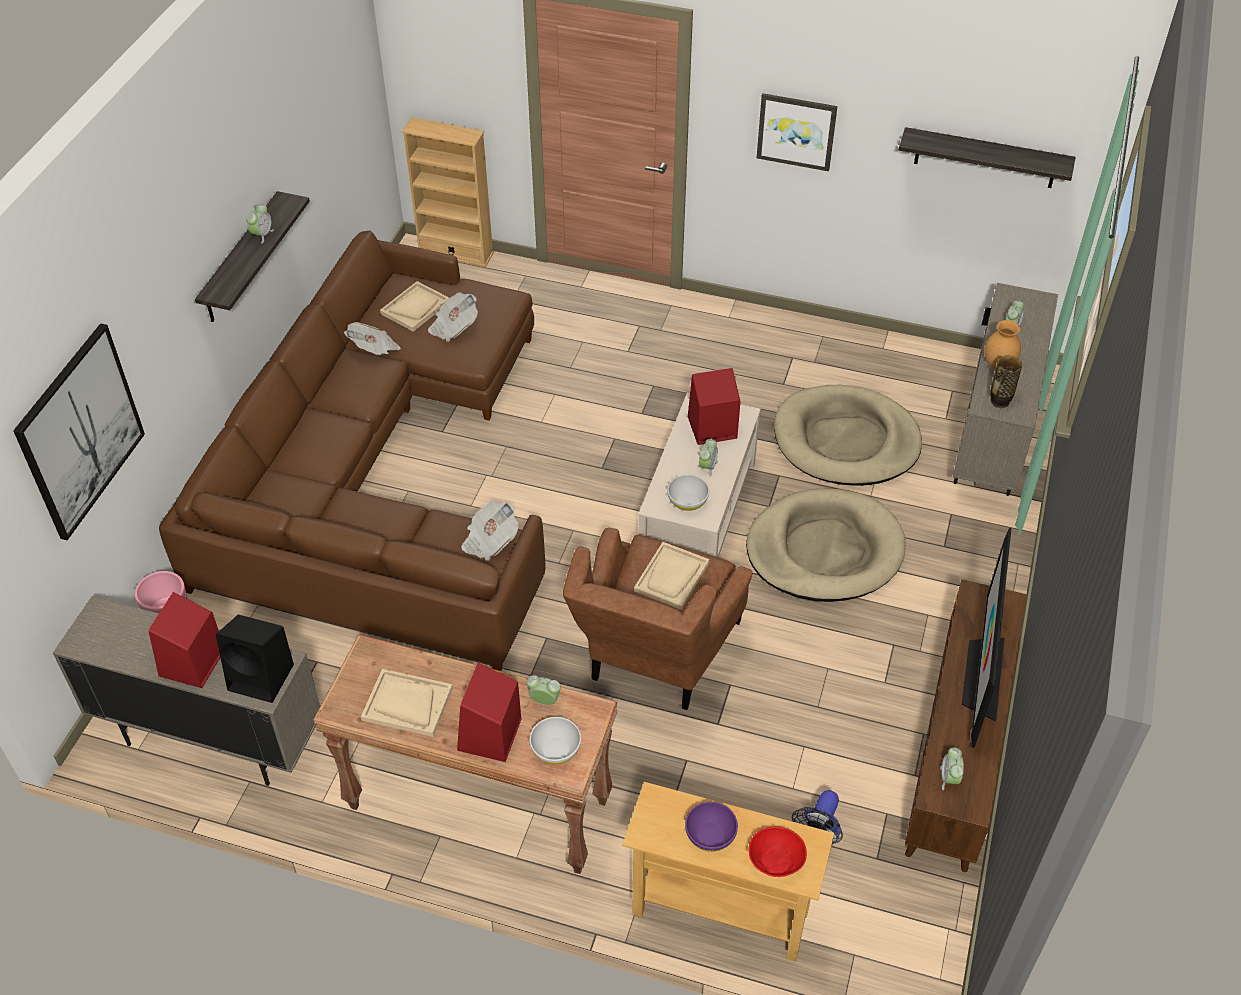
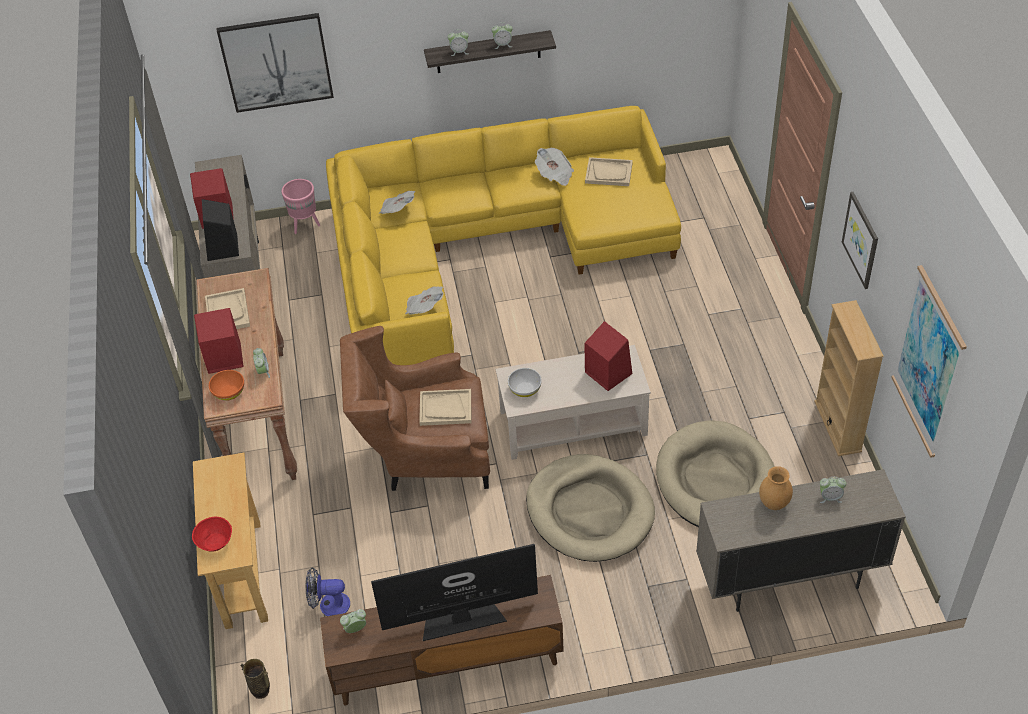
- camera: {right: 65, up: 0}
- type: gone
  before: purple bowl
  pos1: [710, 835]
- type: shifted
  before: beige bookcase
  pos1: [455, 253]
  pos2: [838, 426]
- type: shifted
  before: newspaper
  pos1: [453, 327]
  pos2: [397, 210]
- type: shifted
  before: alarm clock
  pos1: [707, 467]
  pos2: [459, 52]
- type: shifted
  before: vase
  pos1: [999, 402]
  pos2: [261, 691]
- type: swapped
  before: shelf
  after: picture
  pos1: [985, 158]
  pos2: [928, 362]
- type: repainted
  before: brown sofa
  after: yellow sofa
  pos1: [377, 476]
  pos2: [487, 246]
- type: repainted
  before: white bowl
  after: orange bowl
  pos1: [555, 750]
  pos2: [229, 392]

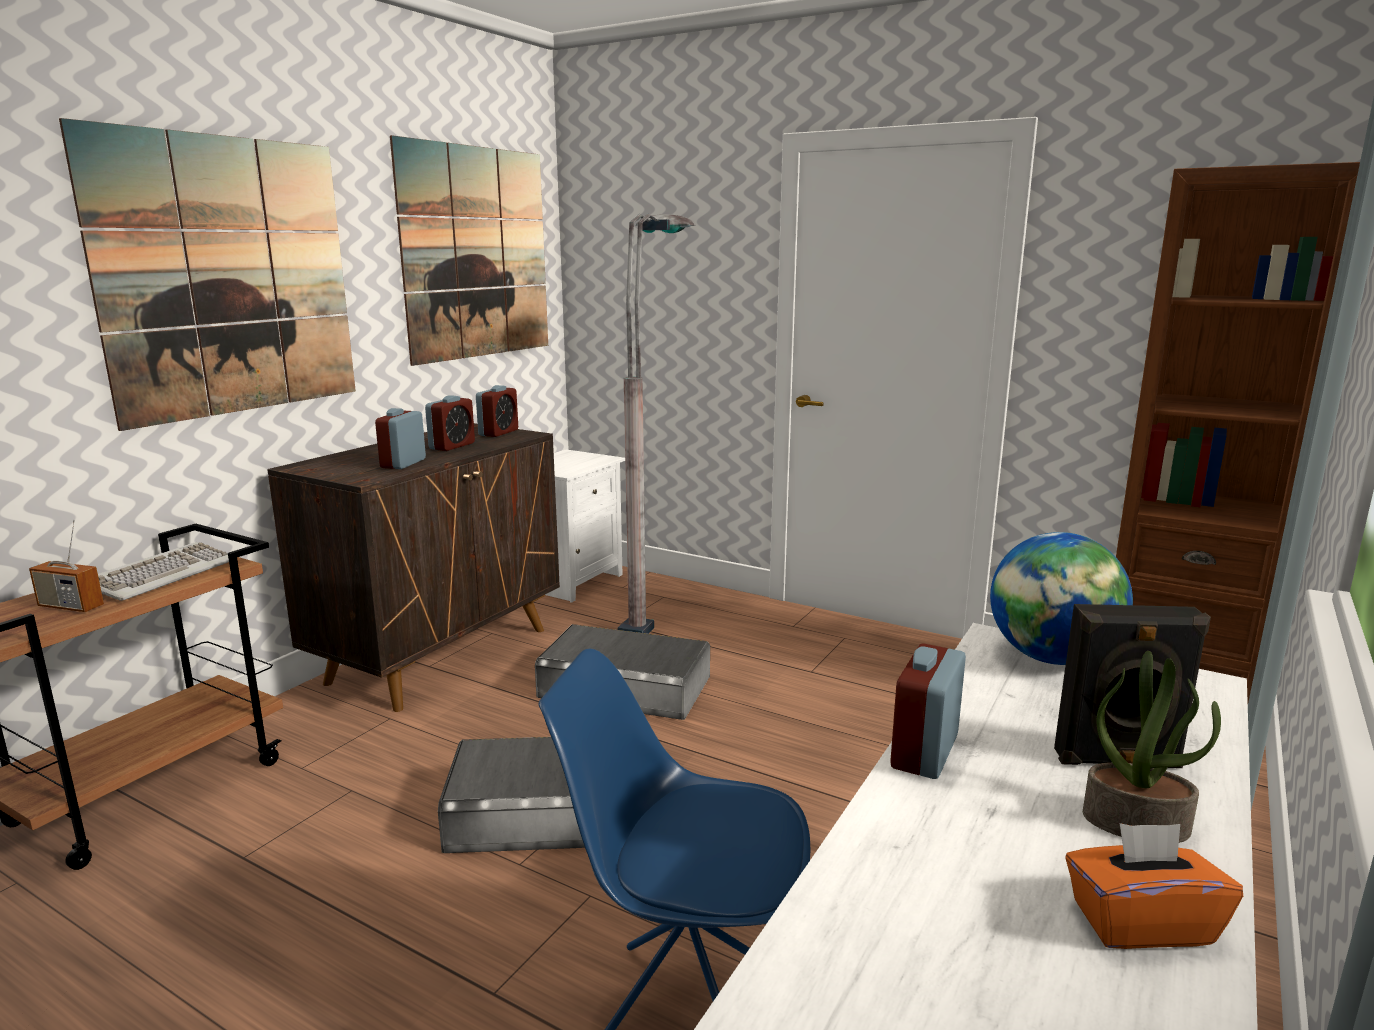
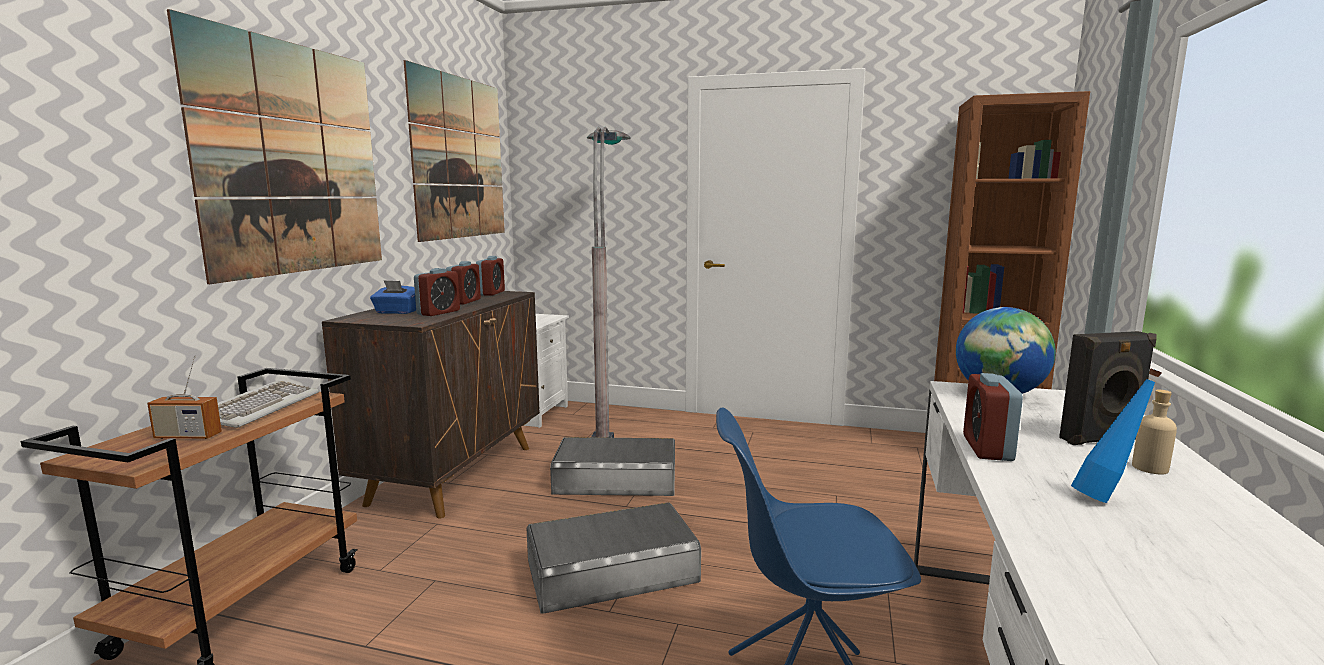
- camera: {right: -15, up: -5}
- type: gone
  before: orange tissue box
  pos1: [1140, 922]
- type: new
  after: blue tissue box
  pos2: [397, 312]
- type: new
  after: blue bottle
  pos2: [1106, 498]
- type: swapped
  before: potted plant
  after: beige bottle
  pos1: [1136, 822]
  pos2: [1150, 468]
- type: rotated
  before: alarm clock
  pos1: [403, 463]
  pos2: [438, 312]
  turn: -150

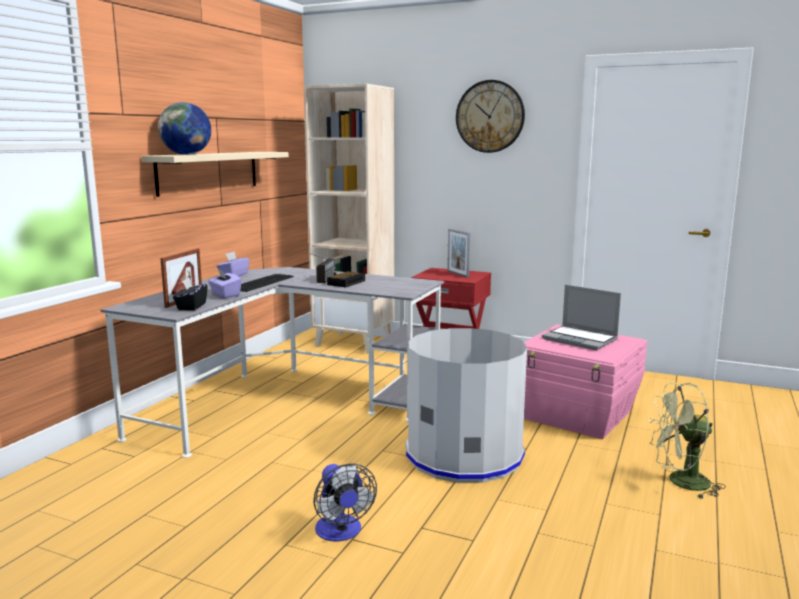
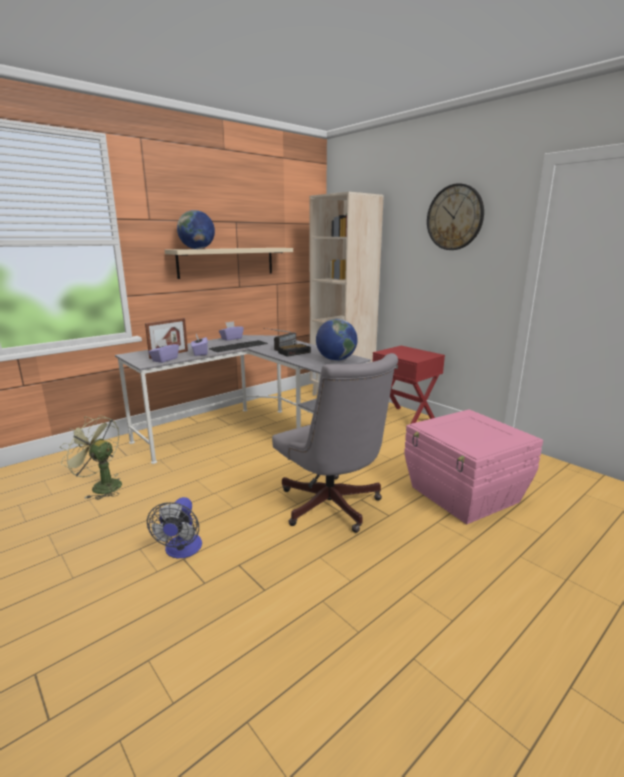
- camera: {right: 25, up: 5}
- type: gone
  before: picture frame
  pos1: [457, 274]
- type: gone
  before: laptop
  pos1: [580, 339]
- type: new
  after: globe
  pos2: [336, 359]
- type: shifted
  before: green fan
  pos1: [681, 483]
  pos2: [101, 486]
- type: swapped
  before: grey trash can
  after: grey office chair
  pos1: [464, 454]
  pos2: [332, 508]
- type: repainted
  before: black tissue box
  after: purple tissue box
  pos1: [191, 307]
  pos2: [164, 359]

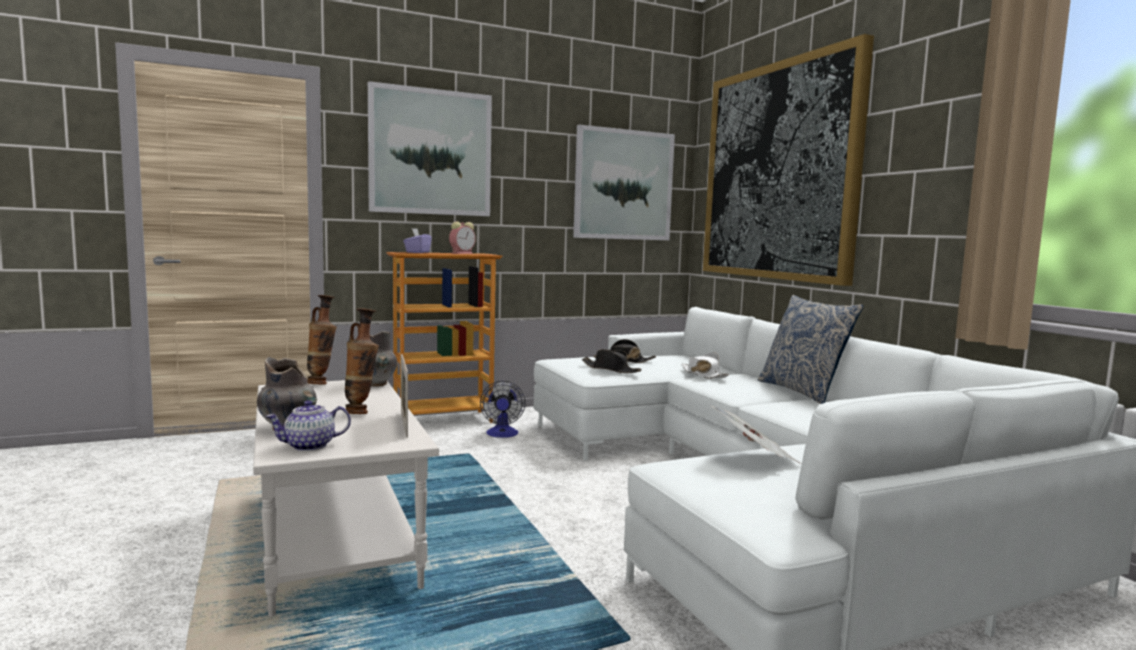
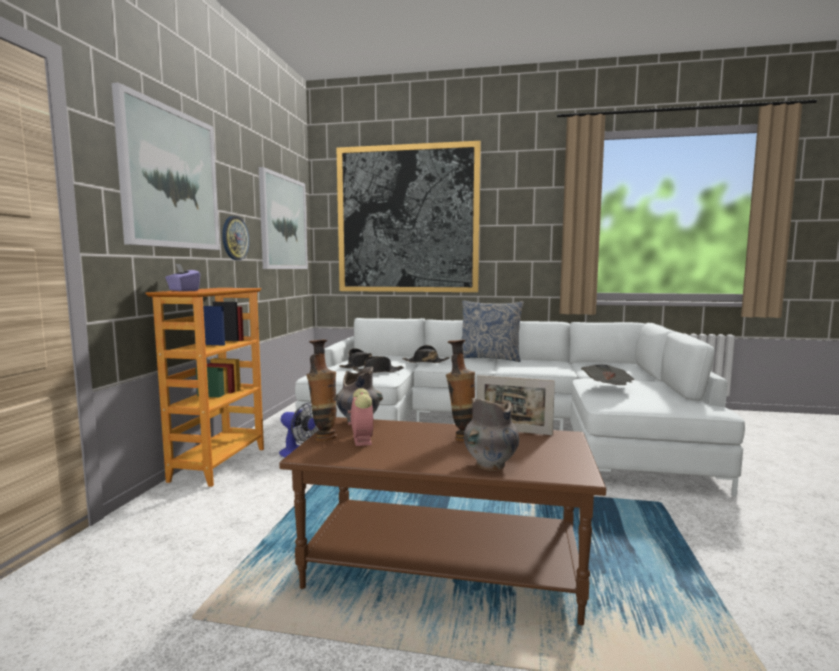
- camera: {right: -55, up: 0}
- type: gone
  before: teapot
  pos1: [309, 446]
- type: new
  after: wall clock
  pos2: [234, 238]
- type: shifted
  before: alarm clock
  pos1: [462, 253]
  pos2: [361, 439]
- type: repainted
  before: white coffee table
  after: brown coffee table
  pos1: [338, 538]
  pos2: [445, 566]
- type: repainted
  before: white hat
  after: black hat
  pos1: [703, 374]
  pos2: [425, 362]

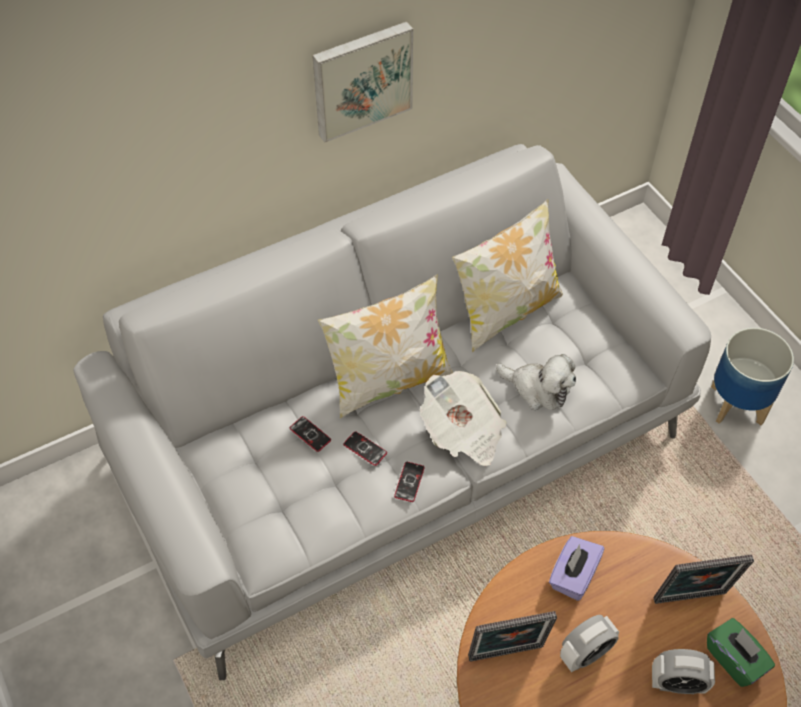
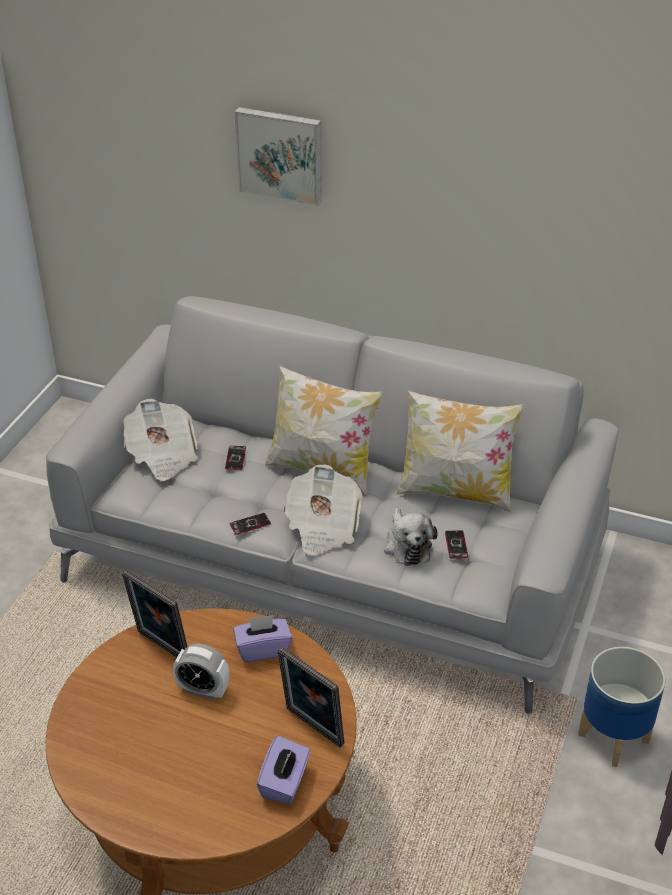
- camera: {right: 50, up: -15}
- type: gone
  before: alarm clock
  pos1: [676, 684]
- type: new
  after: newspaper
  pos2: [162, 455]
- type: shifted
  before: picture
  pos1: [361, 79]
  pos2: [280, 154]
- type: shifted
  before: phone
  pos1: [365, 449]
  pos2: [456, 545]
- type: repainted
  before: green tissue box
  after: purple tissue box
  pos1: [734, 659]
  pos2: [285, 782]

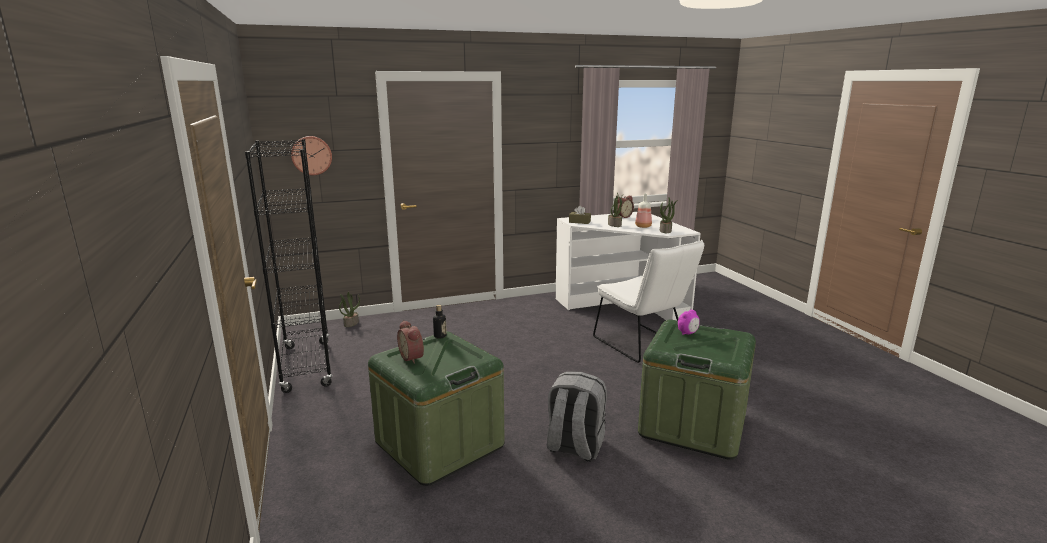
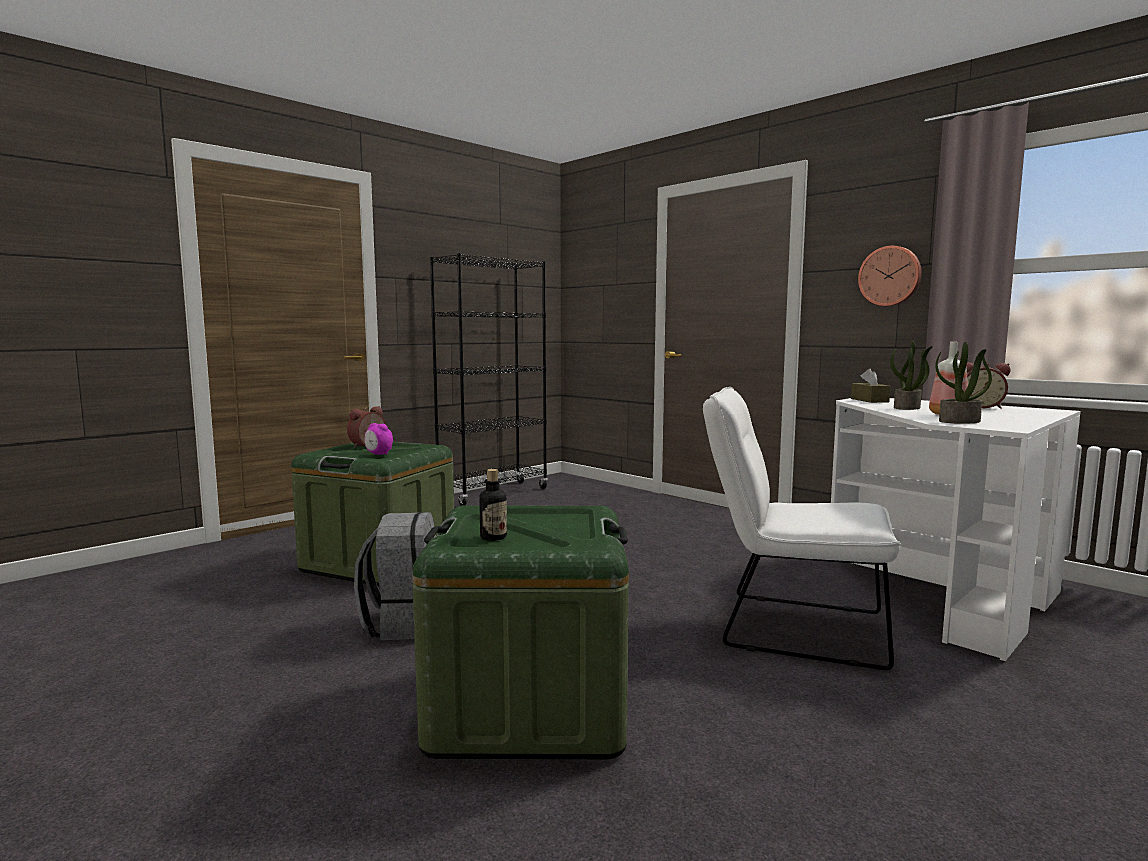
- camera: {right: 65, up: -10}
- type: gone
  before: potted plant
  pos1: [351, 323]
- type: shifted
  before: wall clock
  pos1: [311, 155]
  pos2: [890, 276]
- type: shifted
  before: bottle
  pos1: [440, 336]
  pos2: [493, 537]
- type: shifted
  before: alarm clock
  pos1: [687, 333]
  pos2: [378, 454]
- type: rotated
  before: white chair
  pos1: [643, 345]
  pos2: [790, 627]
  turn: 75

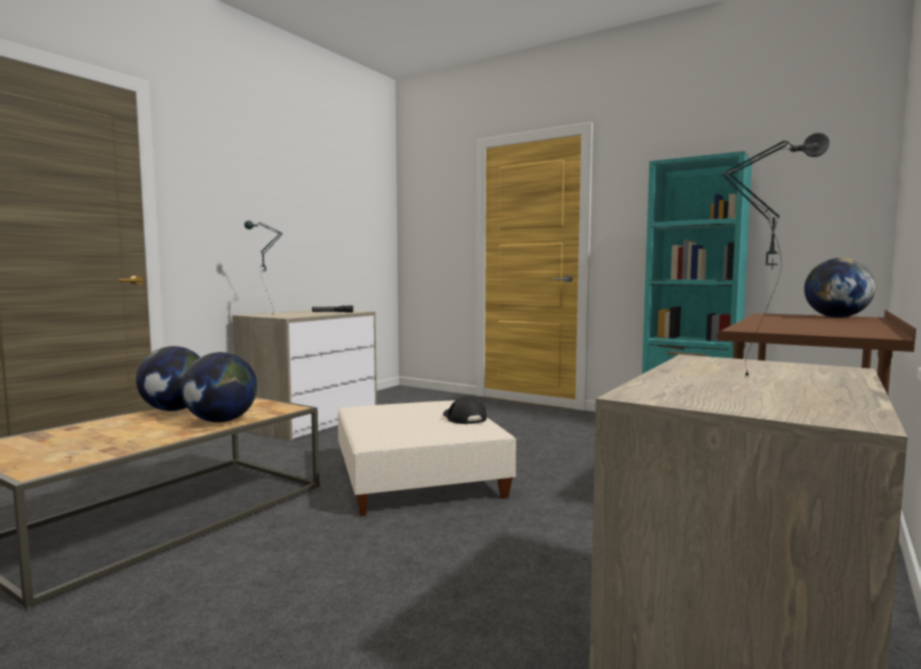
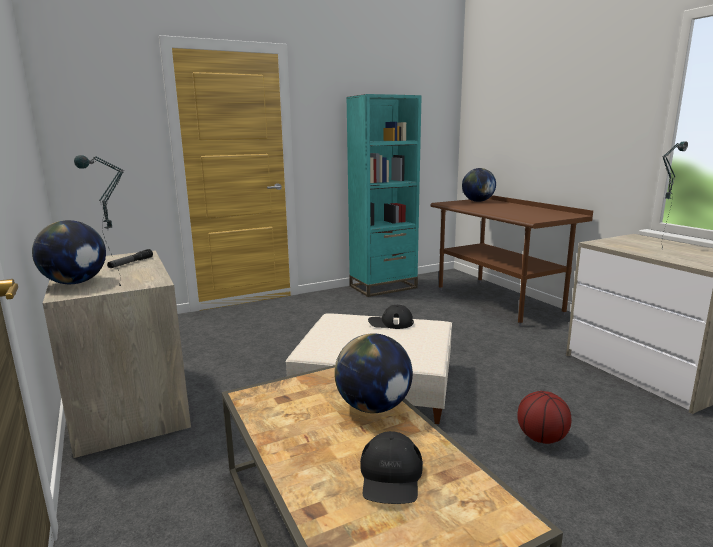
- camera: {right: -60, up: 10}
- type: new
  after: black cap
  pos2: [391, 476]
- type: new
  after: basketball
  pos2: [541, 438]
- type: shifted
  before: globe
  pos1: [175, 410]
  pos2: [75, 282]

